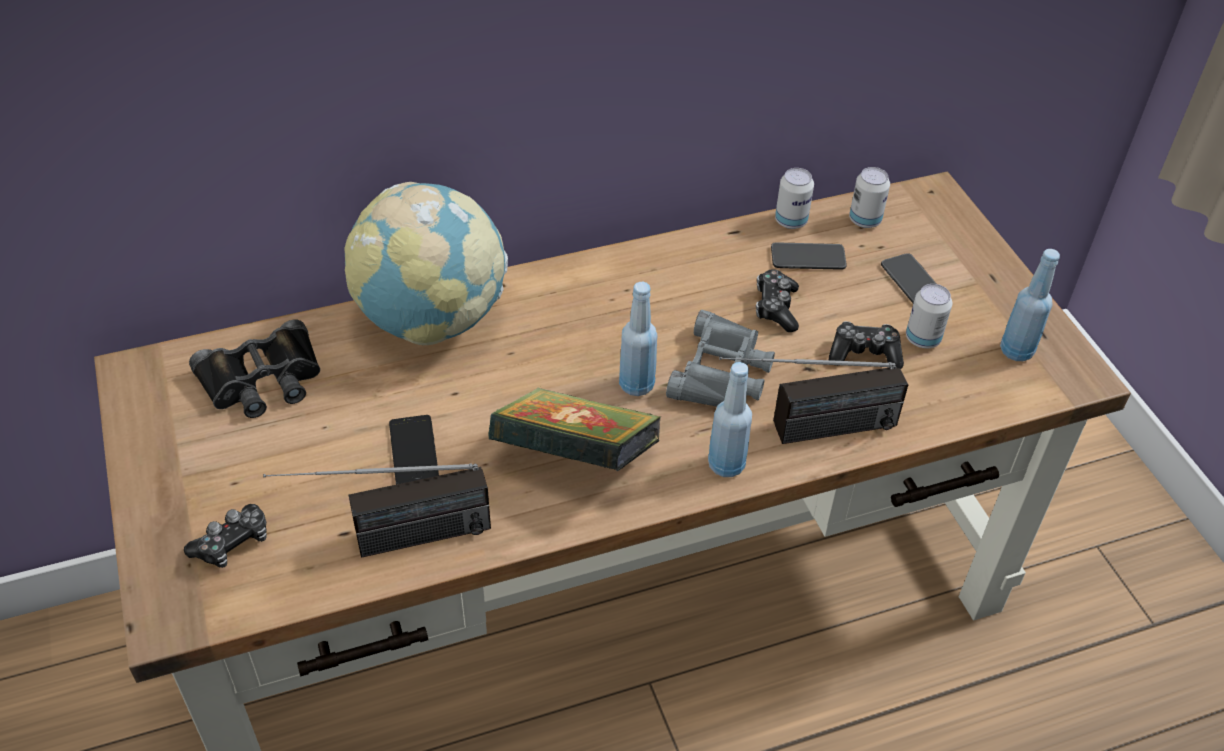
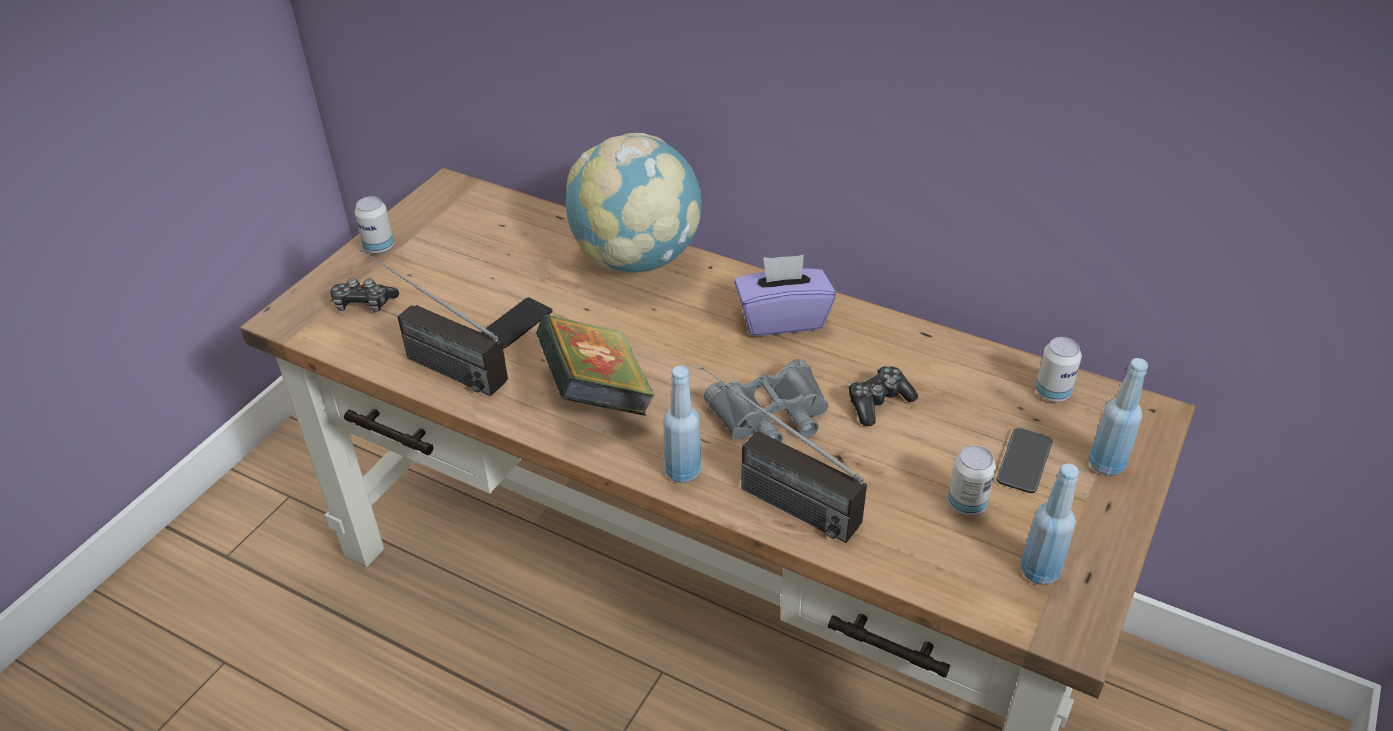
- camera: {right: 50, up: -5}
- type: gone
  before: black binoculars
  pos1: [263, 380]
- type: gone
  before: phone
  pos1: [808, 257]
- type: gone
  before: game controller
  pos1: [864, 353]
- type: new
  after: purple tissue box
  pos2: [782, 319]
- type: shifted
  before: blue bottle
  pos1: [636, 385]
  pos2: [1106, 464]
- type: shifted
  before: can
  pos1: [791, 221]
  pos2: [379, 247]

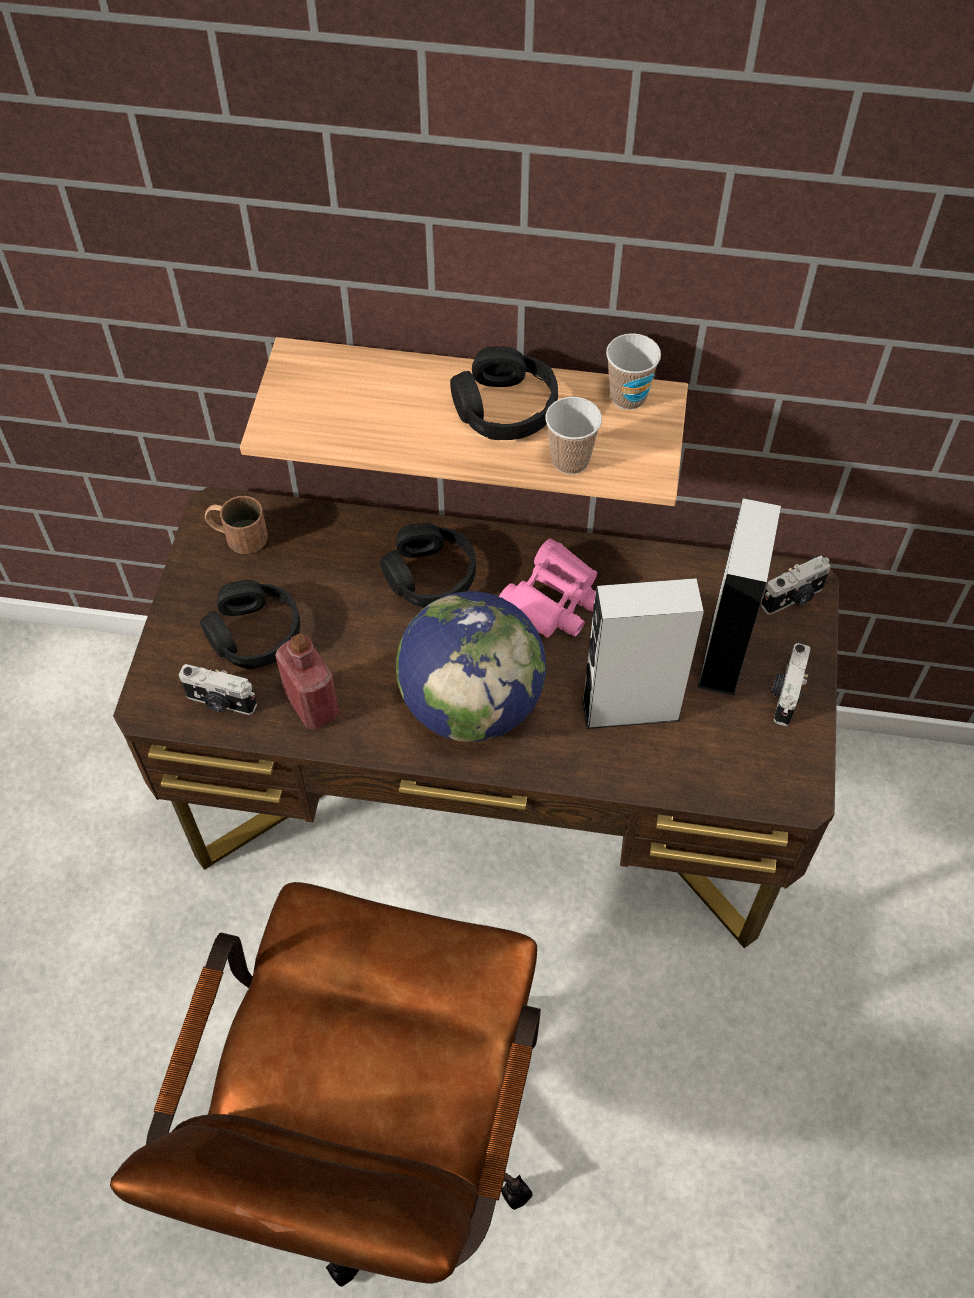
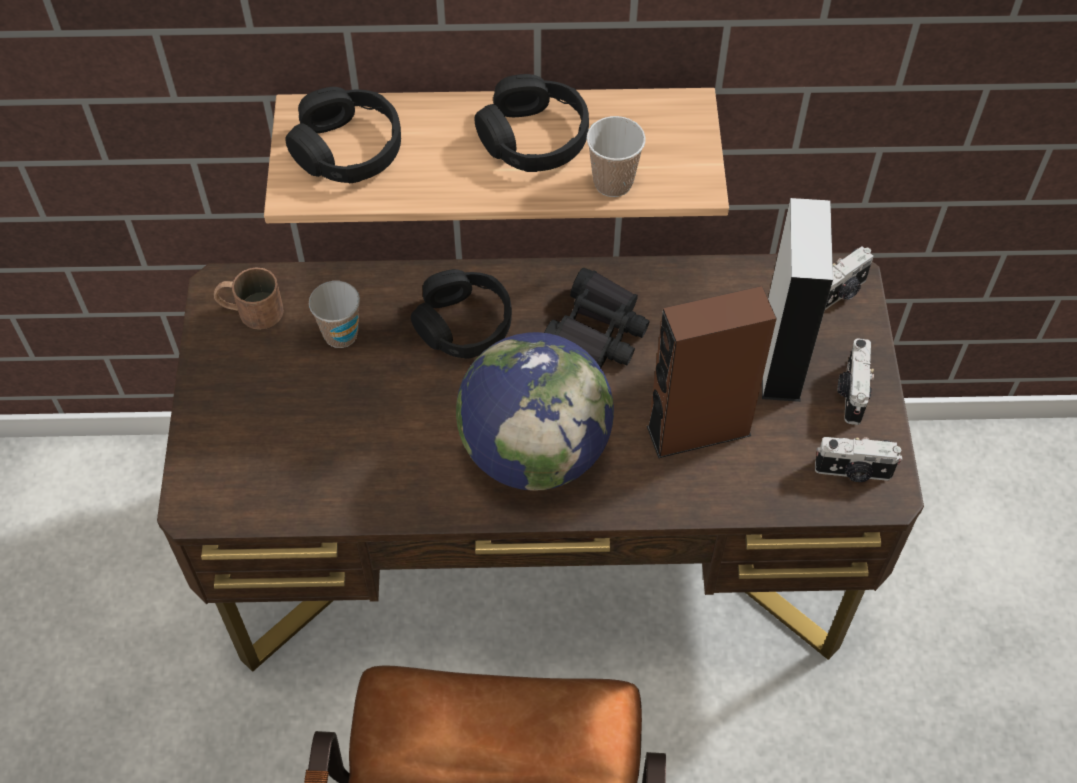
- camera: {right: -10, up: 0}
- type: gone
  before: red bottle
  pos1: [312, 705]
- type: shifted
  before: photo camera
  pos1: [220, 702]
  pos2: [853, 472]
- type: shifted
  before: black headphones
  pos1: [254, 634]
  pos2: [347, 149]
- type: shifted
  before: cup
  pos1: [628, 397]
  pos2: [340, 334]
- type: repainted
  before: pink binoculars
  after: black binoculars
  pos1: [552, 601]
  pos2: [596, 332]
- type: repainted
  before: grey speaker
  after: brown speaker
  pos1: [630, 708]
  pos2: [698, 430]

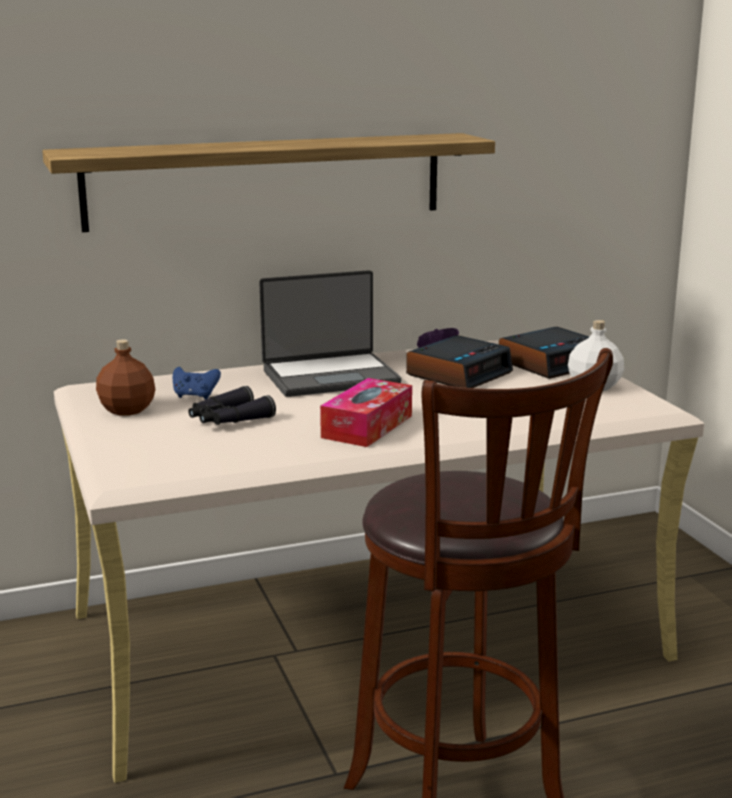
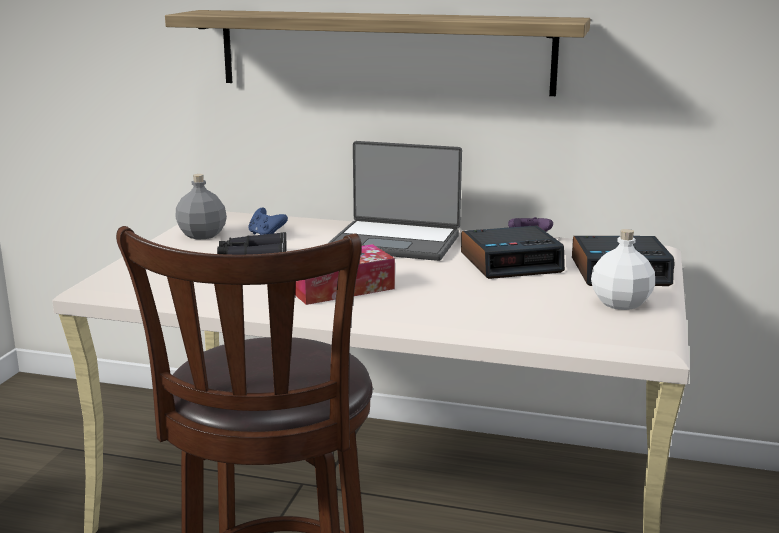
- camera: {right: 35, up: 0}
- type: repainted
  before: brown bottle
  after: grey bottle
  pos1: [126, 410]
  pos2: [202, 235]

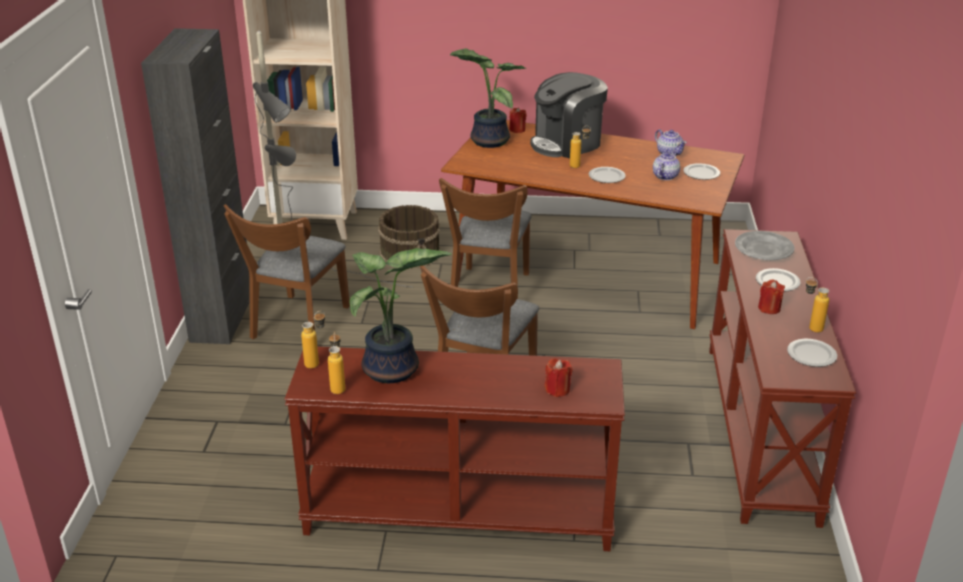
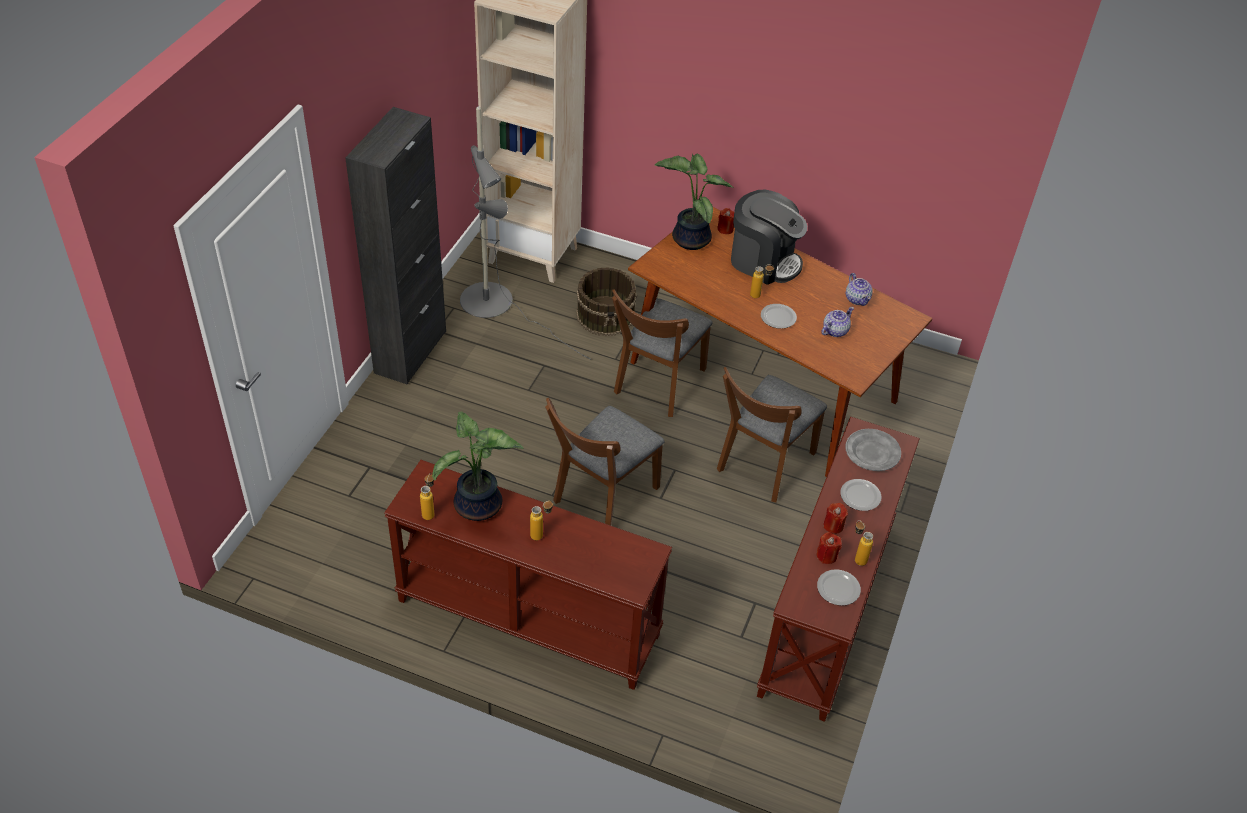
- camera: {right: 15, up: 15}
- type: gone
  before: plate
  pos1: [701, 173]
- type: shifted
  before: brown chair
  pos1: [297, 326]
  pos2: [762, 466]
- type: shifted
  before: bottle
  pos1: [317, 362]
  pos2: [541, 534]
- type: shifted
  before: red candle
  pos1: [557, 389]
  pos2: [826, 555]
- type: rotated
  before: coffee machine
  pos1: [567, 144]
  pos2: [764, 261]
  turn: -135

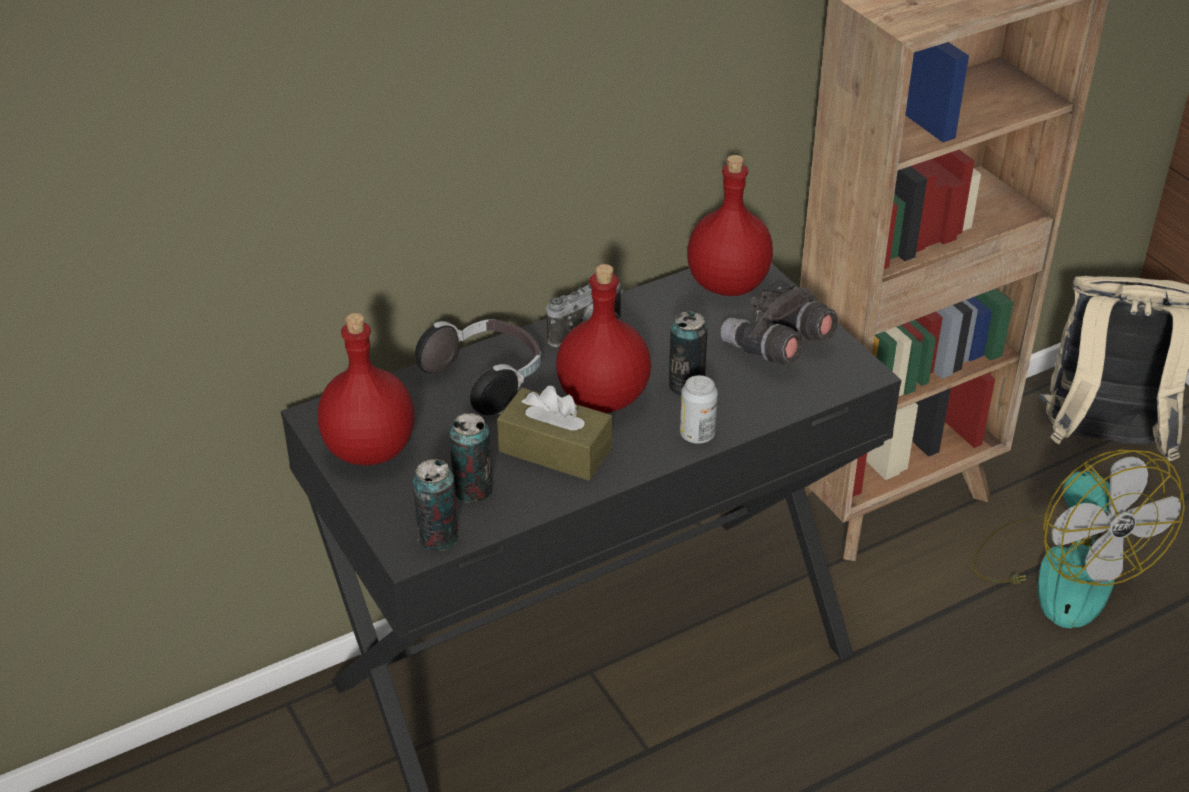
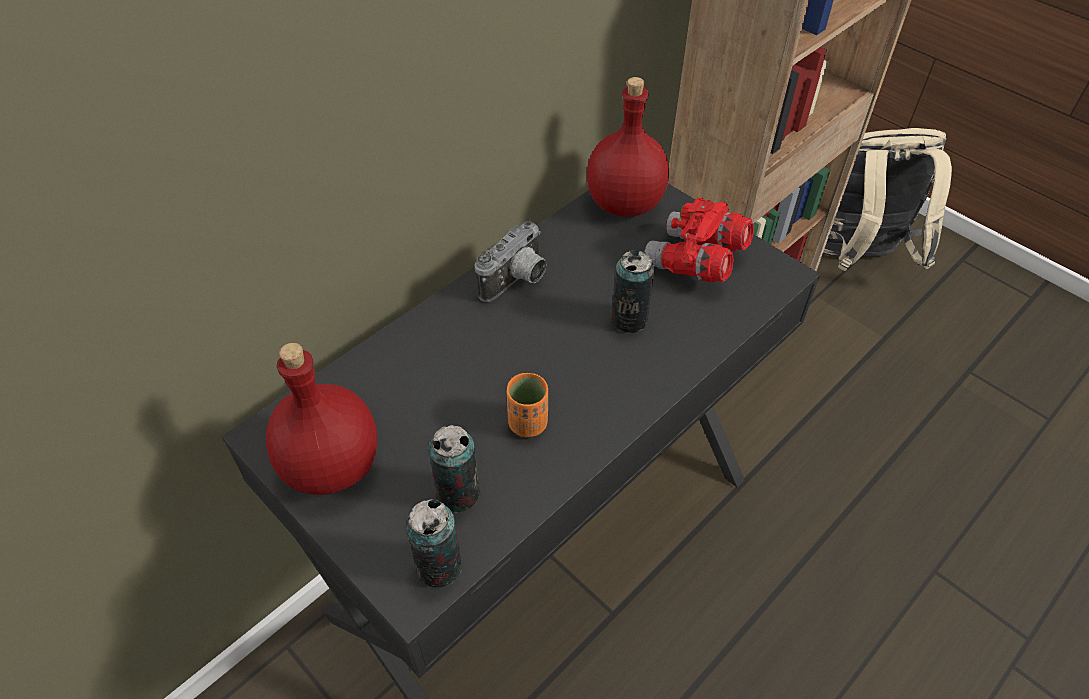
- camera: {right: -15, up: 10}
- type: gone
  before: headphones
  pos1: [486, 380]
- type: gone
  before: red bottle
  pos1: [604, 399]
- type: gone
  before: can
  pos1: [697, 434]
- type: gone
  before: fan
  pos1: [1060, 569]
- type: swapped
  before: brown tissue box
  after: orange cup
  pos1: [555, 450]
  pos2: [528, 423]
- type: repainted
  before: grey binoculars
  after: red binoculars
  pos1: [776, 348]
  pos2: [695, 262]

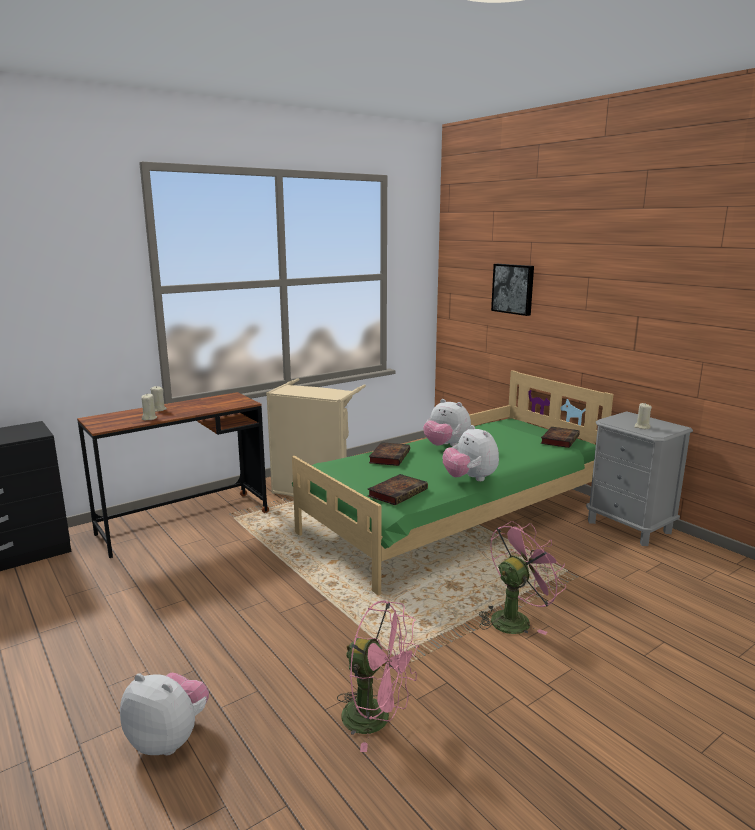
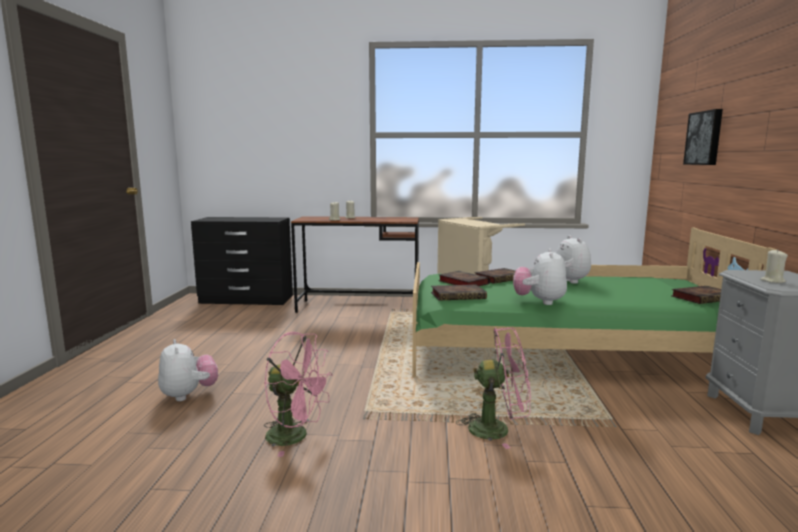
- camera: {right: 40, up: -5}
- type: new
  after: book
  pos2: [462, 282]
- type: rotated
  before: pink fan
  pos1: [377, 719]
  pos2: [296, 436]
  turn: -45

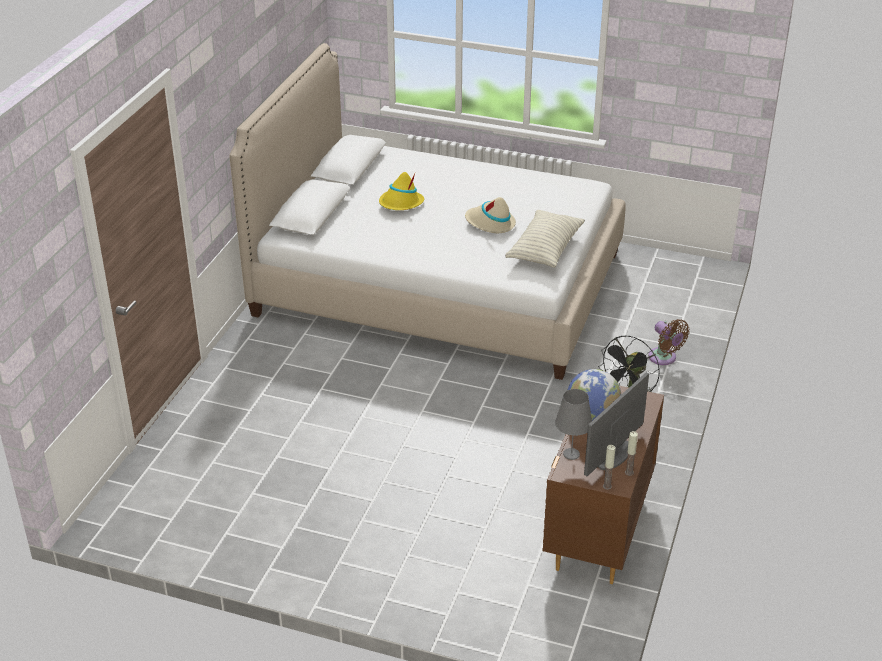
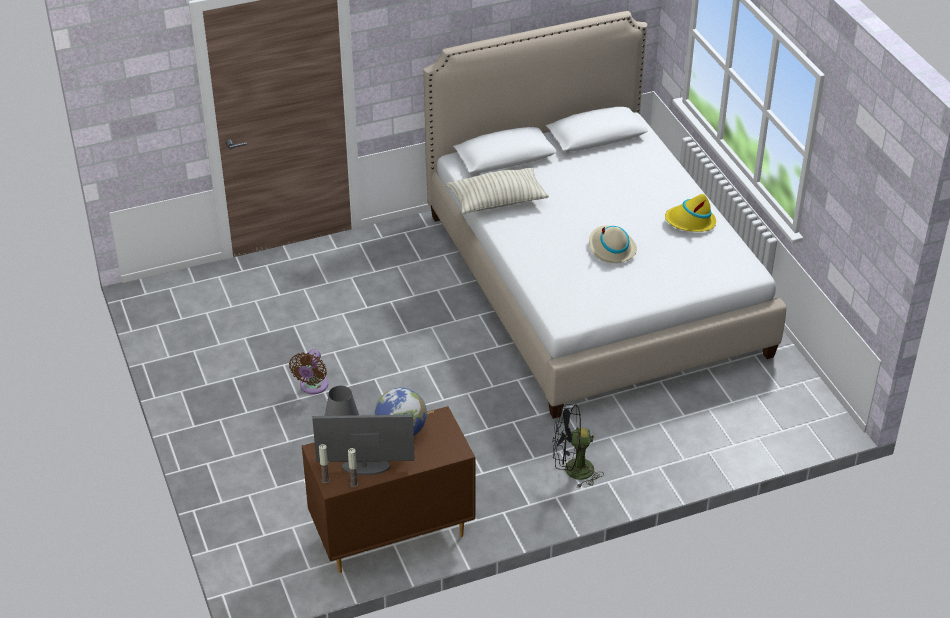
- camera: {right: 50, up: 5}
- type: shifted
  before: yellow hat
  pos1: [401, 203]
  pos2: [690, 222]
- type: shifted
  before: pillow
  pos1: [545, 249]
  pos2: [497, 201]
- type: shifted
  before: brown fan
  pos1: [664, 358]
  pos2: [312, 387]

